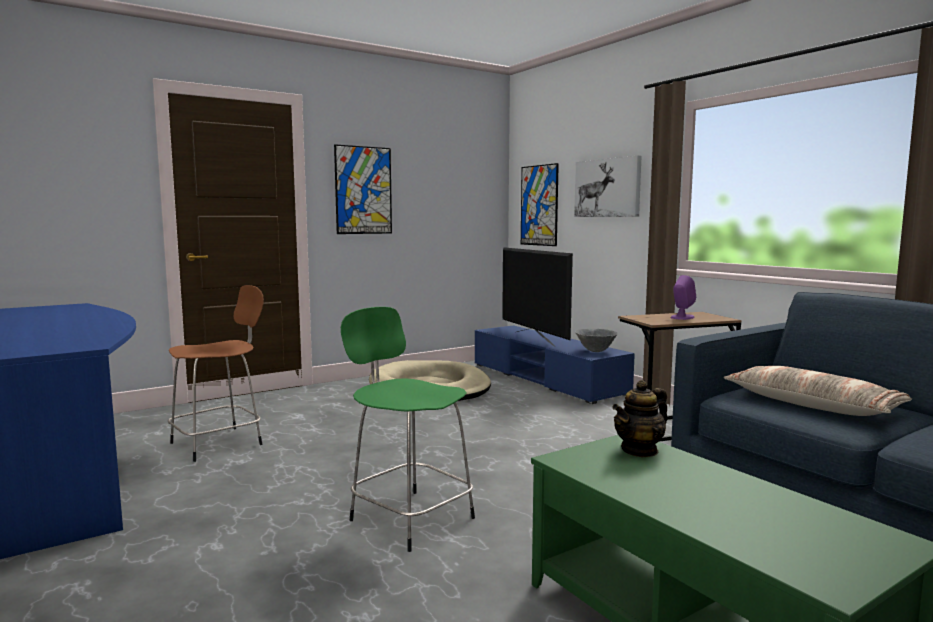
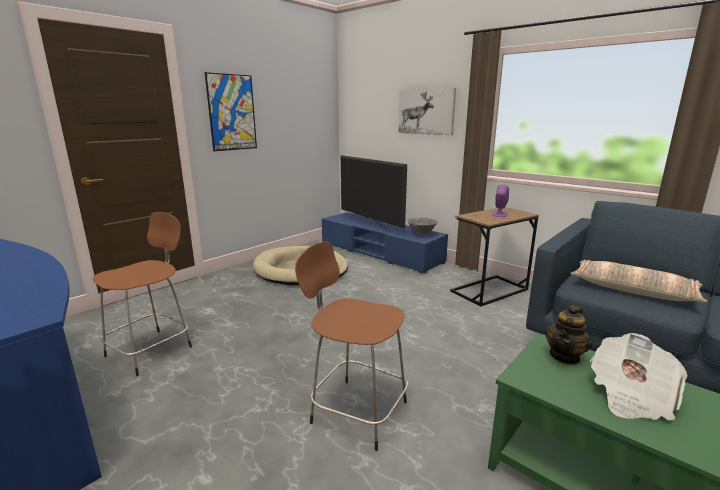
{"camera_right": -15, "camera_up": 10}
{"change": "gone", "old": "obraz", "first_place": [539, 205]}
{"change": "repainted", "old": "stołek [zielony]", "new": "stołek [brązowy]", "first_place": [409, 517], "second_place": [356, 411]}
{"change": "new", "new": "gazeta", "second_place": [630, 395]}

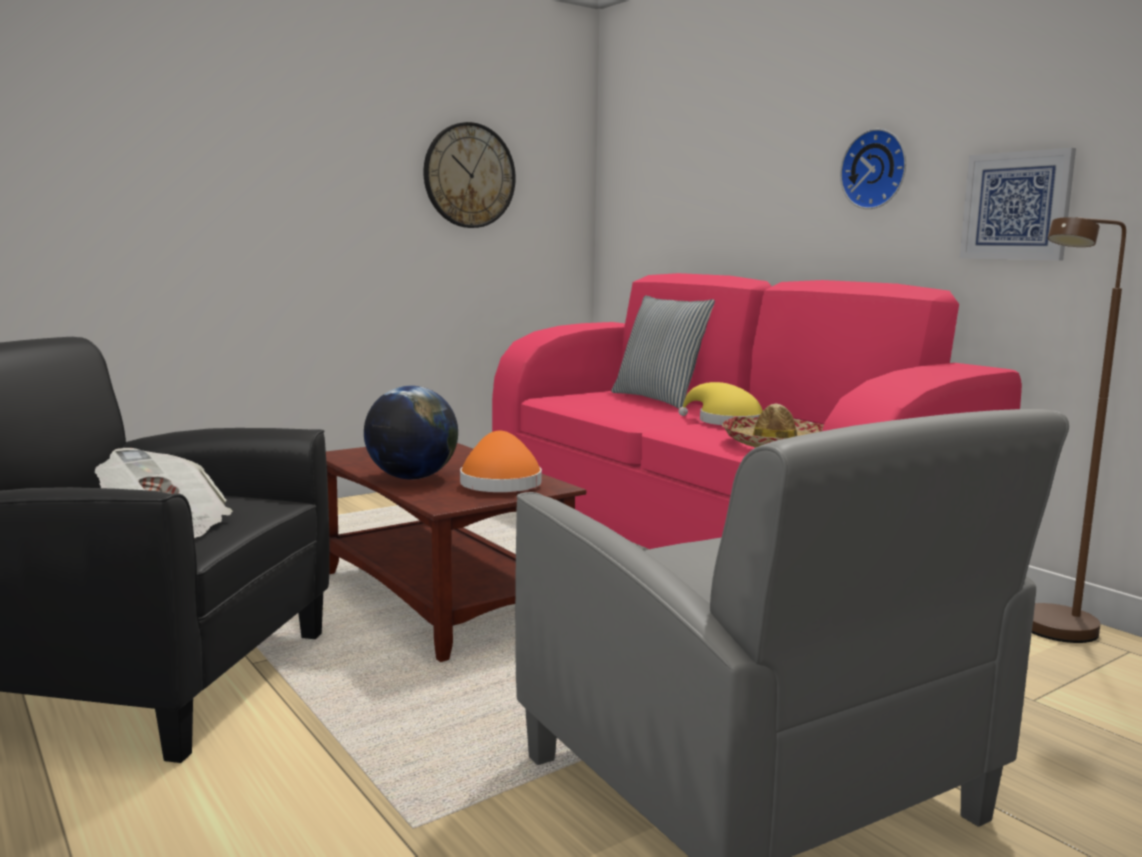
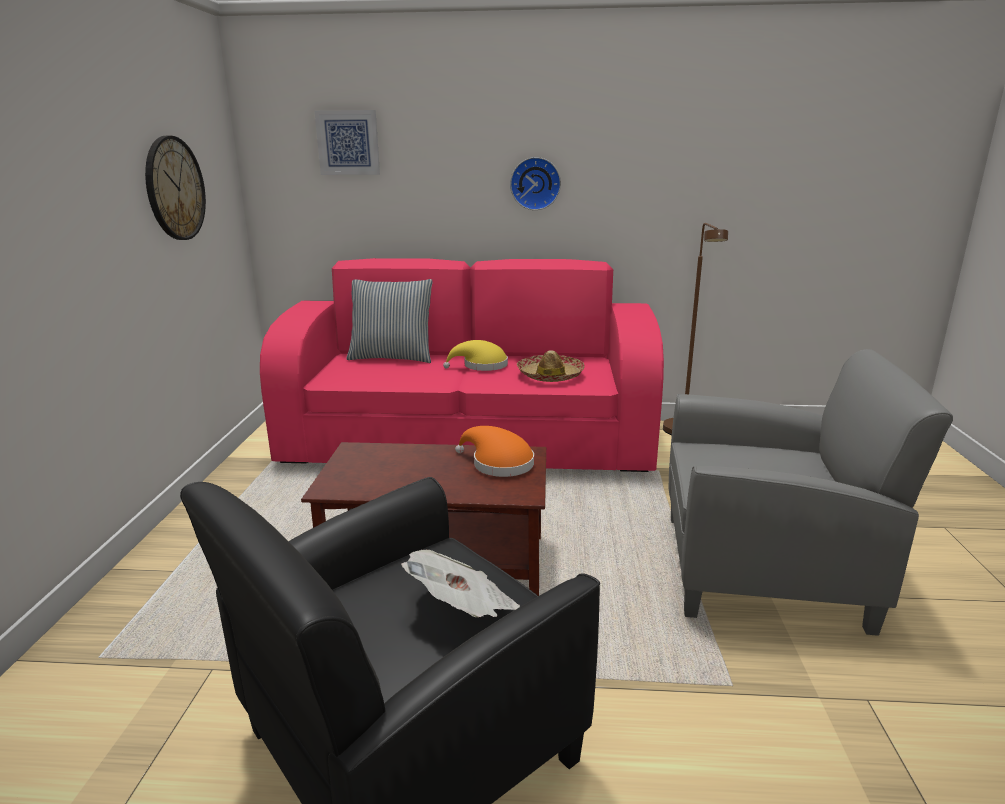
{"camera_right": -50, "camera_up": 10}
{"change": "shifted", "old": "obraz", "first_place": [1016, 206], "second_place": [348, 143]}
{"change": "gone", "old": "globus", "first_place": [412, 478]}

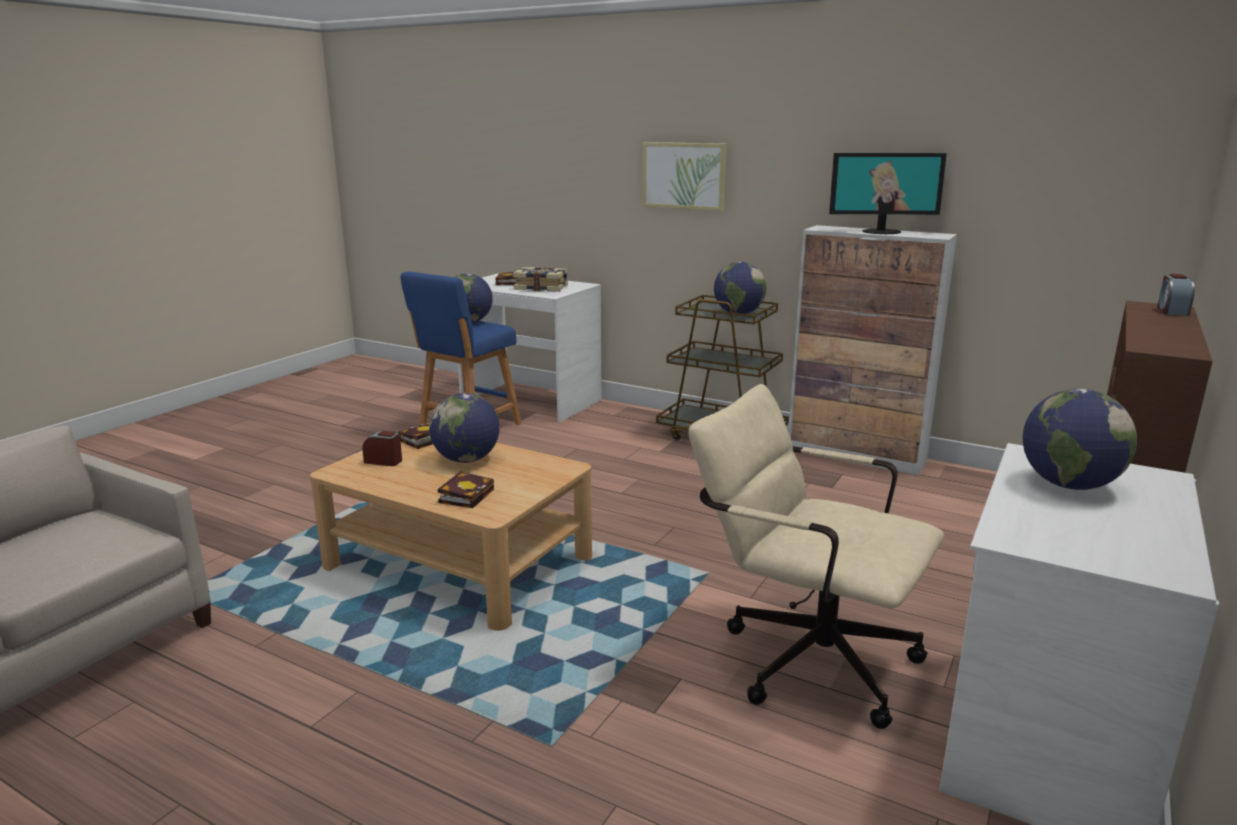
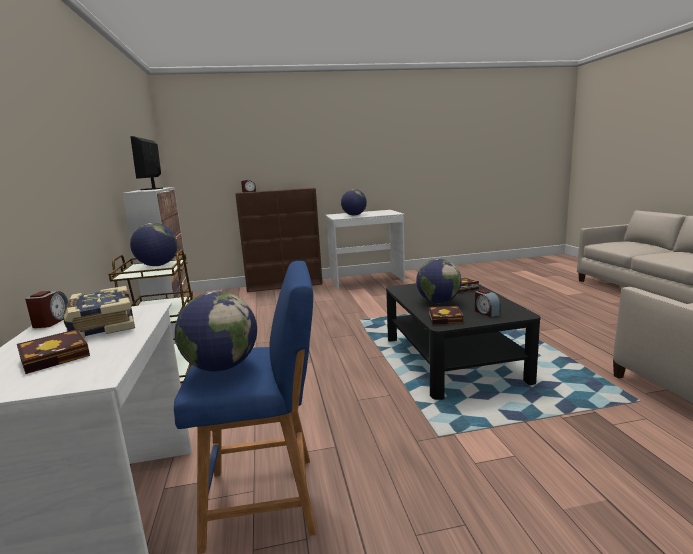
{"camera_right": -130, "camera_up": -5}
{"change": "gone", "old": "obraz", "first_place": [684, 175]}
{"change": "rotated", "old": "monitor", "first_place": [881, 232], "second_place": [152, 189], "degrees": -150}
{"change": "gone", "old": "krzesło biurowe [beżowy]", "first_place": [803, 656]}
{"change": "repainted", "old": "ława [beżowy]", "new": "ława [czarny]", "first_place": [458, 562], "second_place": [453, 359]}
{"change": "new", "new": "budzik", "second_place": [52, 321]}

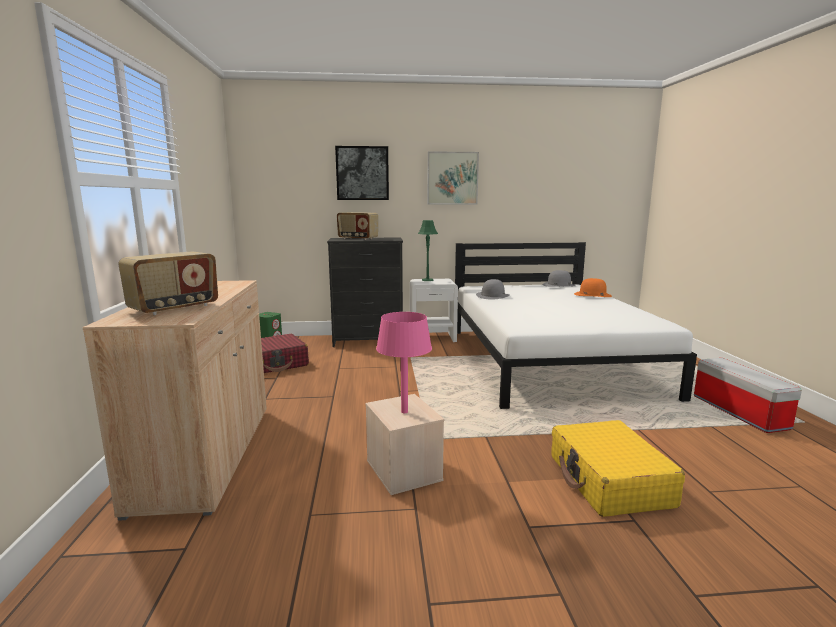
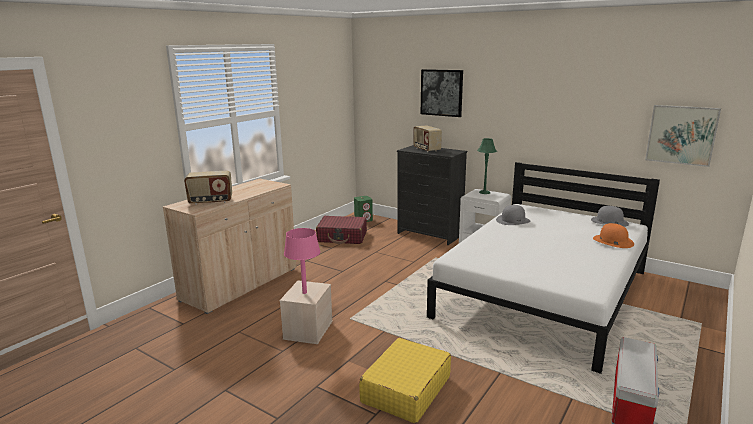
{"camera_right": 40, "camera_up": 5}
{"change": "shifted", "old": "obraz", "first_place": [452, 178], "second_place": [681, 135]}

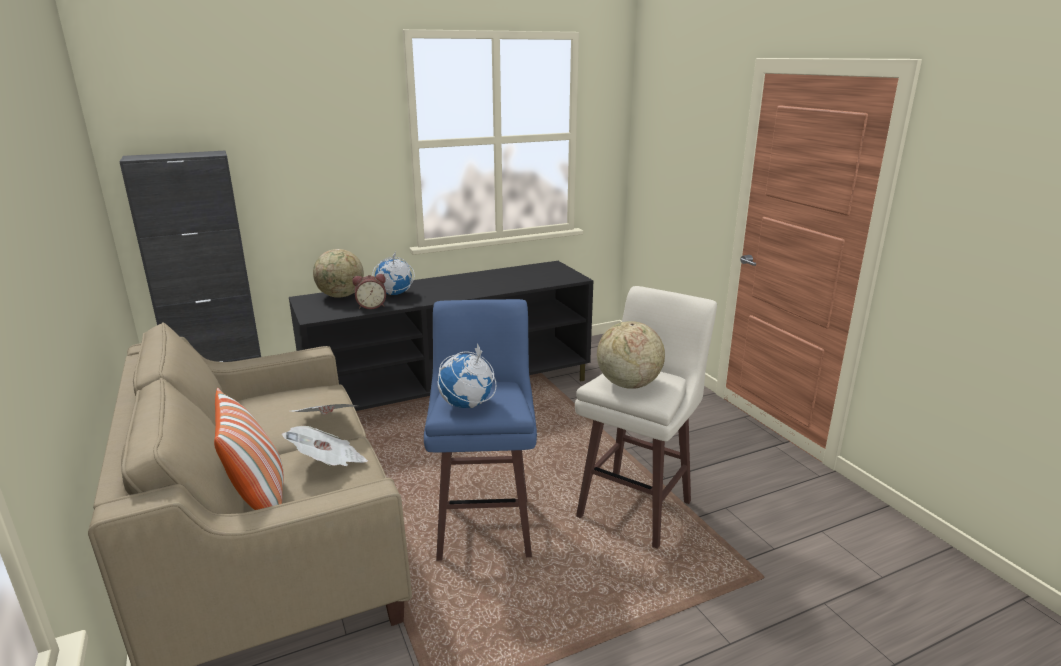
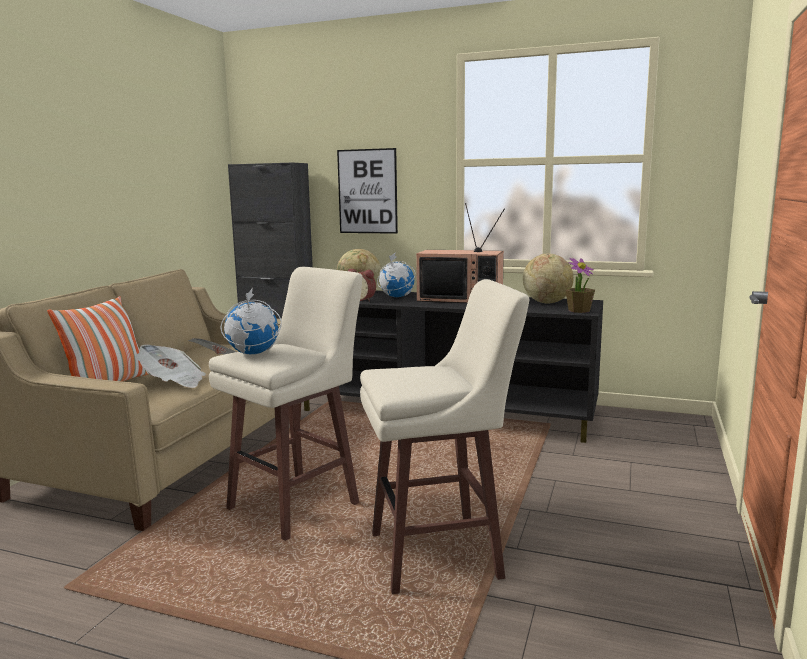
{"camera_right": 45, "camera_up": -10}
{"change": "repainted", "old": "stołek [niebieski]", "new": "stołek [beżowy]", "first_place": [485, 526], "second_place": [297, 505]}
{"change": "shifted", "old": "globus", "first_place": [628, 384], "second_place": [546, 302]}
{"change": "new", "new": "obraz", "second_place": [367, 191]}
{"change": "new", "new": "telewizor", "second_place": [461, 299]}
{"change": "new", "new": "roślina doniczkowa", "second_place": [579, 310]}

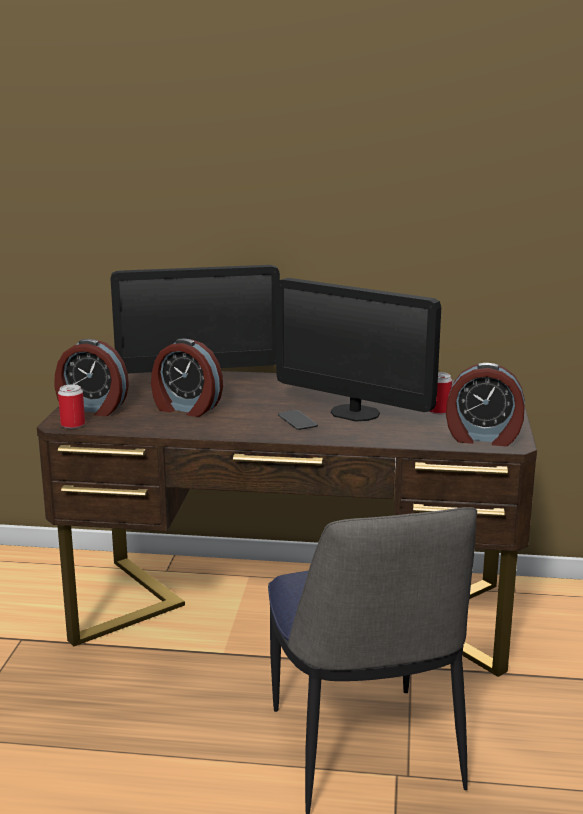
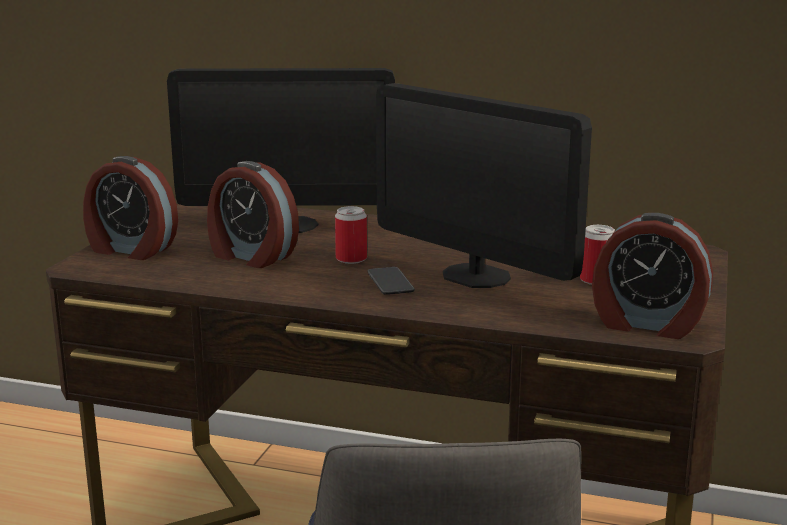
{"camera_right": 10, "camera_up": 0}
{"change": "shifted", "old": "puszka", "first_place": [73, 425], "second_place": [351, 259]}

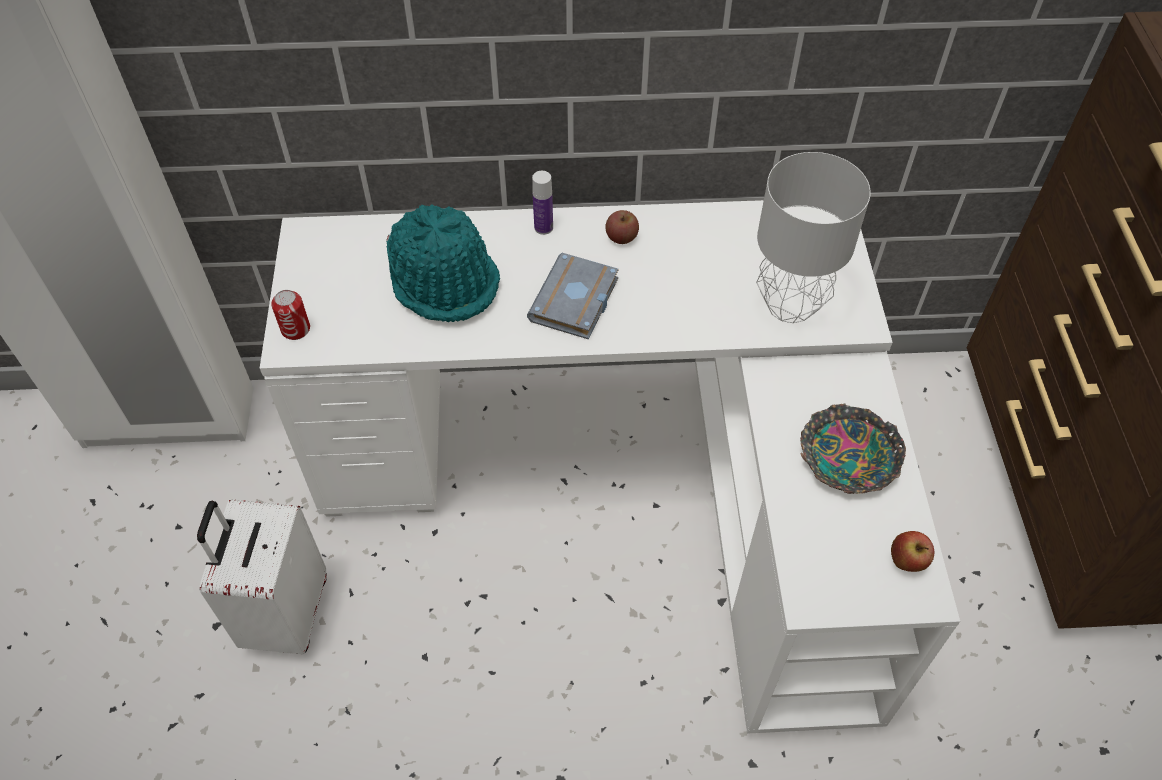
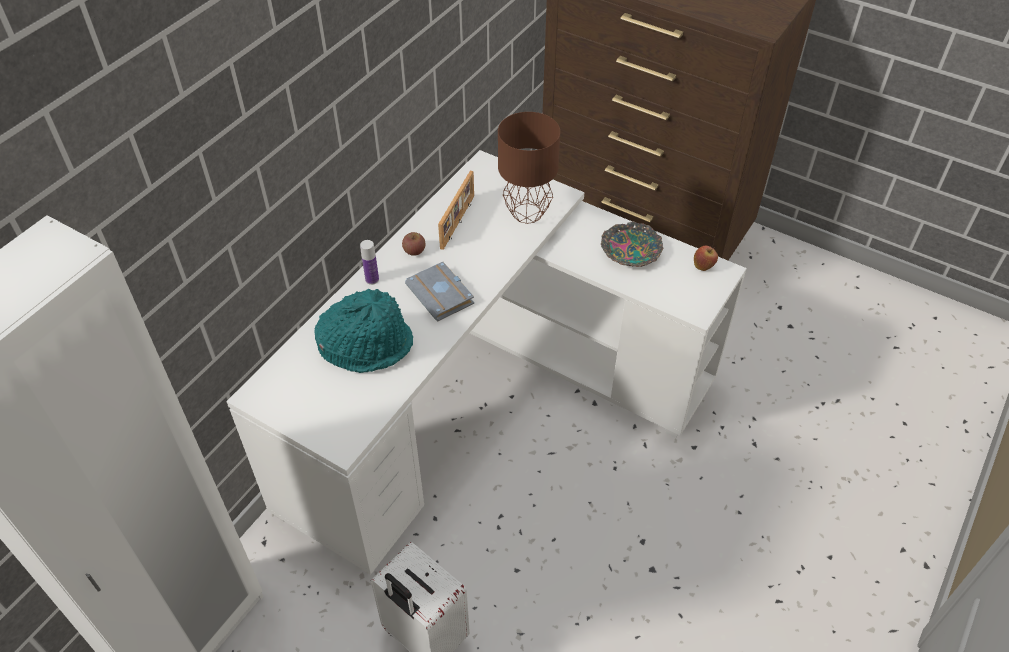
{"camera_right": -55, "camera_up": -5}
{"change": "repainted", "old": "lampa stołowa [szary]", "new": "lampa stołowa [brązowy]", "first_place": [792, 305], "second_place": [528, 213]}
{"change": "gone", "old": "puszka", "first_place": [295, 329]}
{"change": "new", "new": "ramka na zdjęcie", "second_place": [458, 222]}

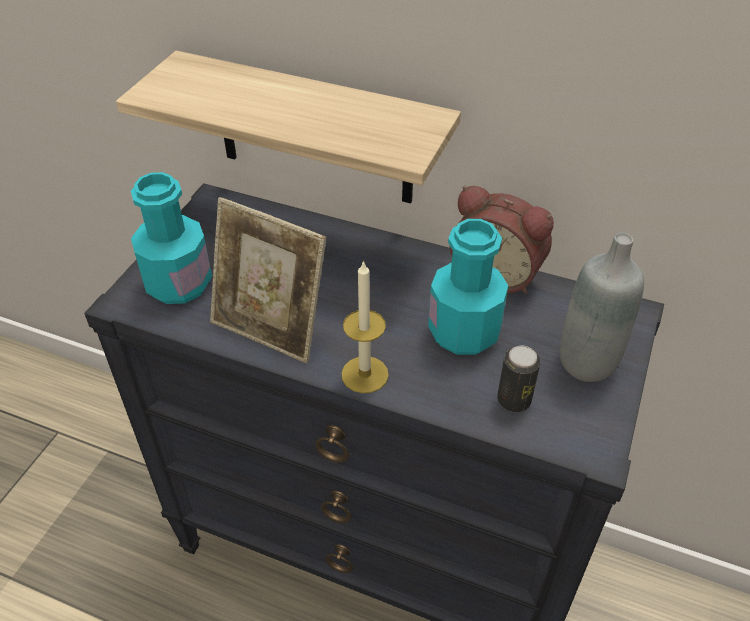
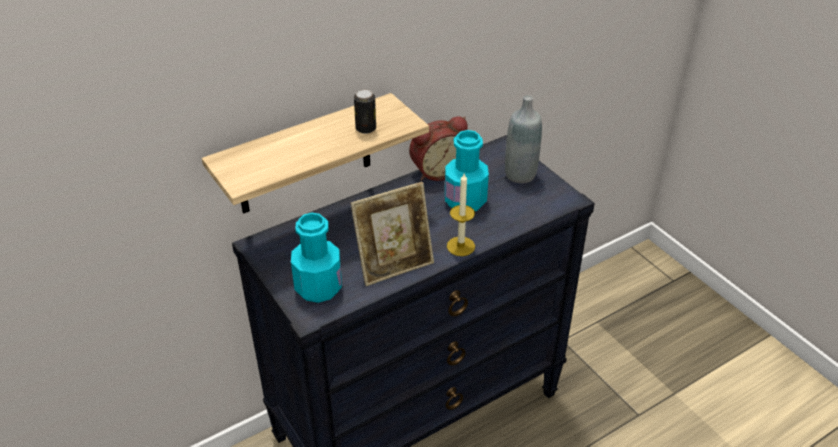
{"camera_right": -55, "camera_up": -5}
{"change": "shifted", "old": "puszka", "first_place": [514, 400], "second_place": [366, 128]}

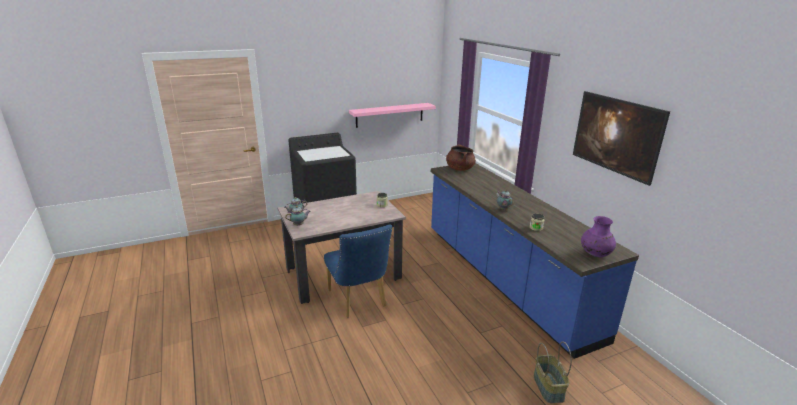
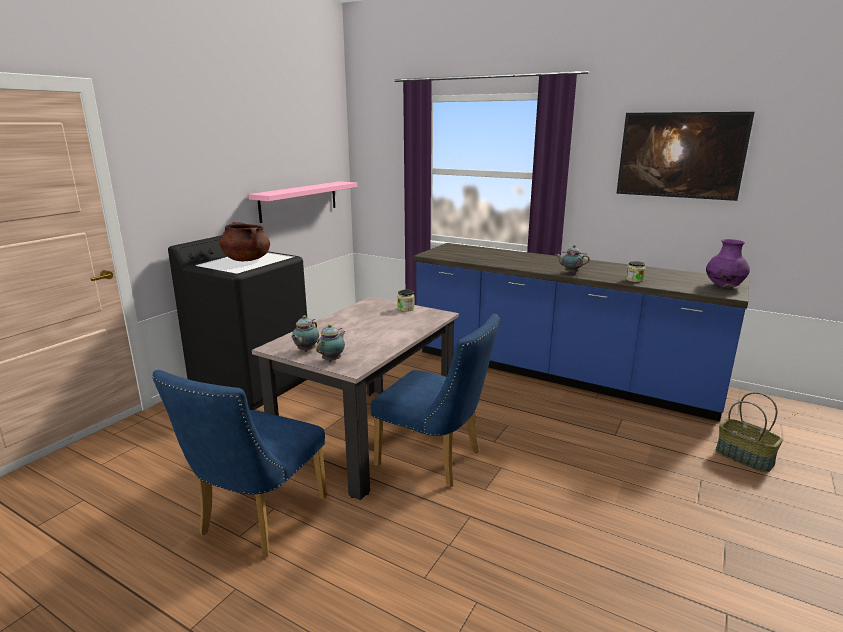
{"camera_right": -35, "camera_up": -5}
{"change": "shifted", "old": "garnek [brązowy]", "first_place": [459, 169], "second_place": [246, 260]}
{"change": "new", "new": "krzesło [niebieski]", "second_place": [257, 520]}

